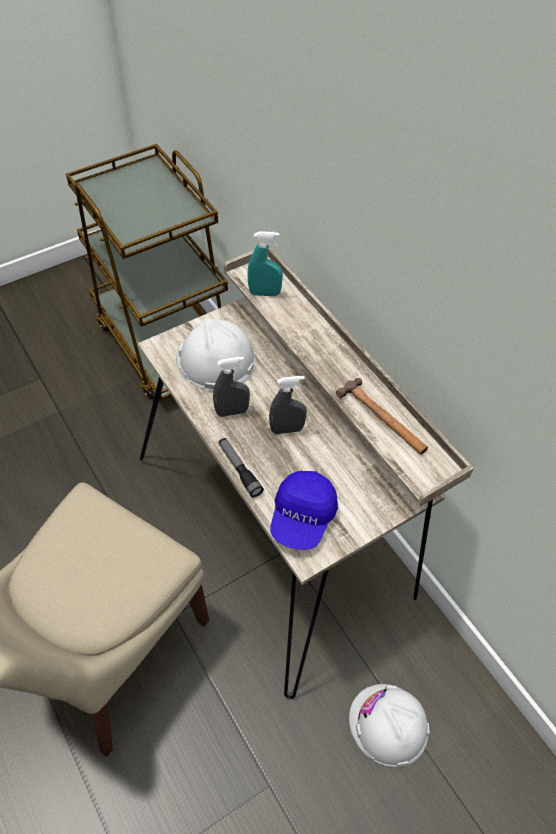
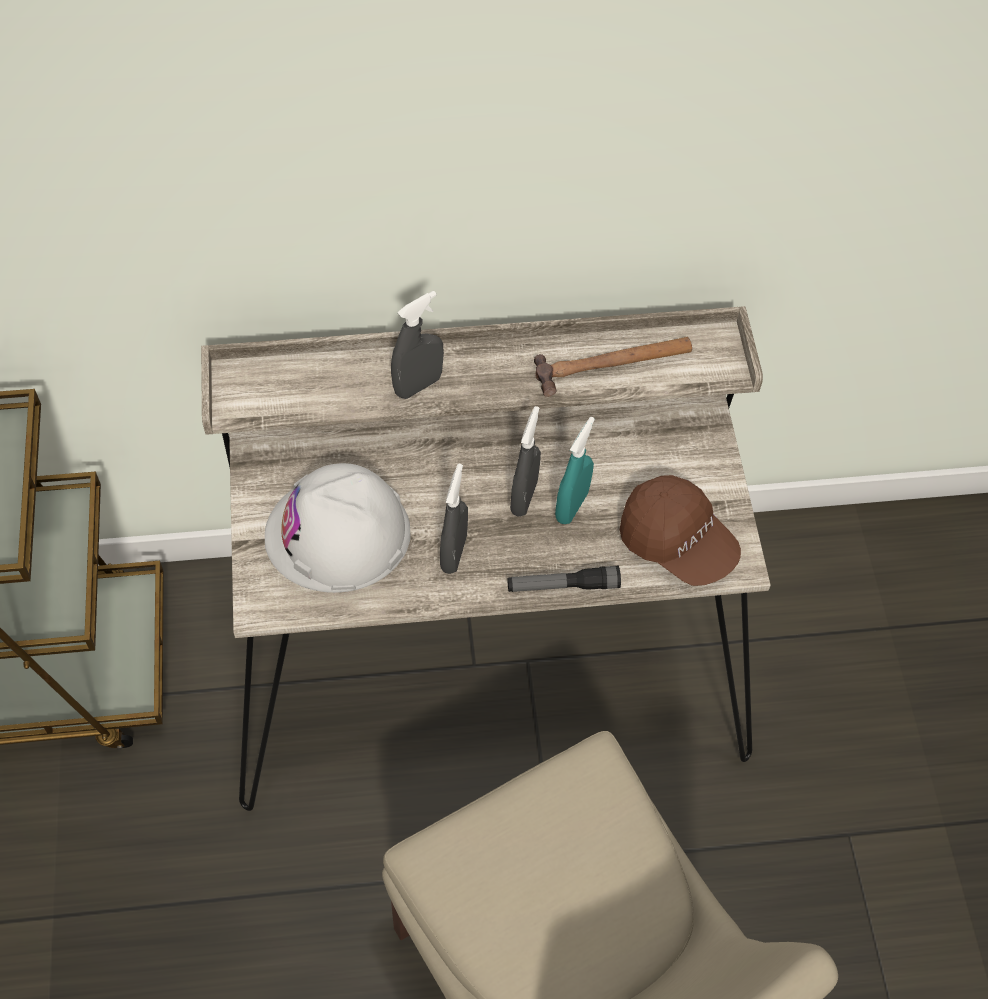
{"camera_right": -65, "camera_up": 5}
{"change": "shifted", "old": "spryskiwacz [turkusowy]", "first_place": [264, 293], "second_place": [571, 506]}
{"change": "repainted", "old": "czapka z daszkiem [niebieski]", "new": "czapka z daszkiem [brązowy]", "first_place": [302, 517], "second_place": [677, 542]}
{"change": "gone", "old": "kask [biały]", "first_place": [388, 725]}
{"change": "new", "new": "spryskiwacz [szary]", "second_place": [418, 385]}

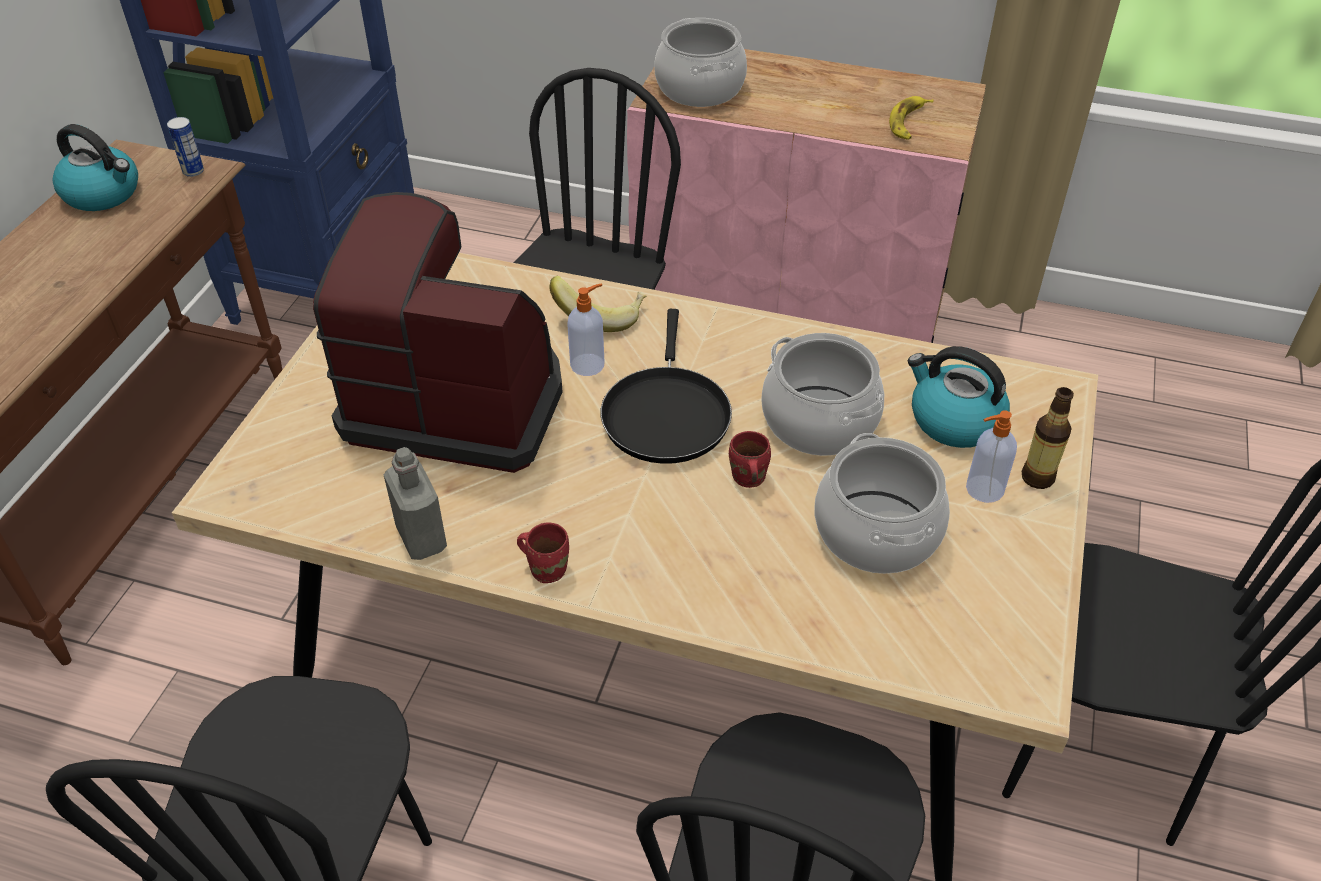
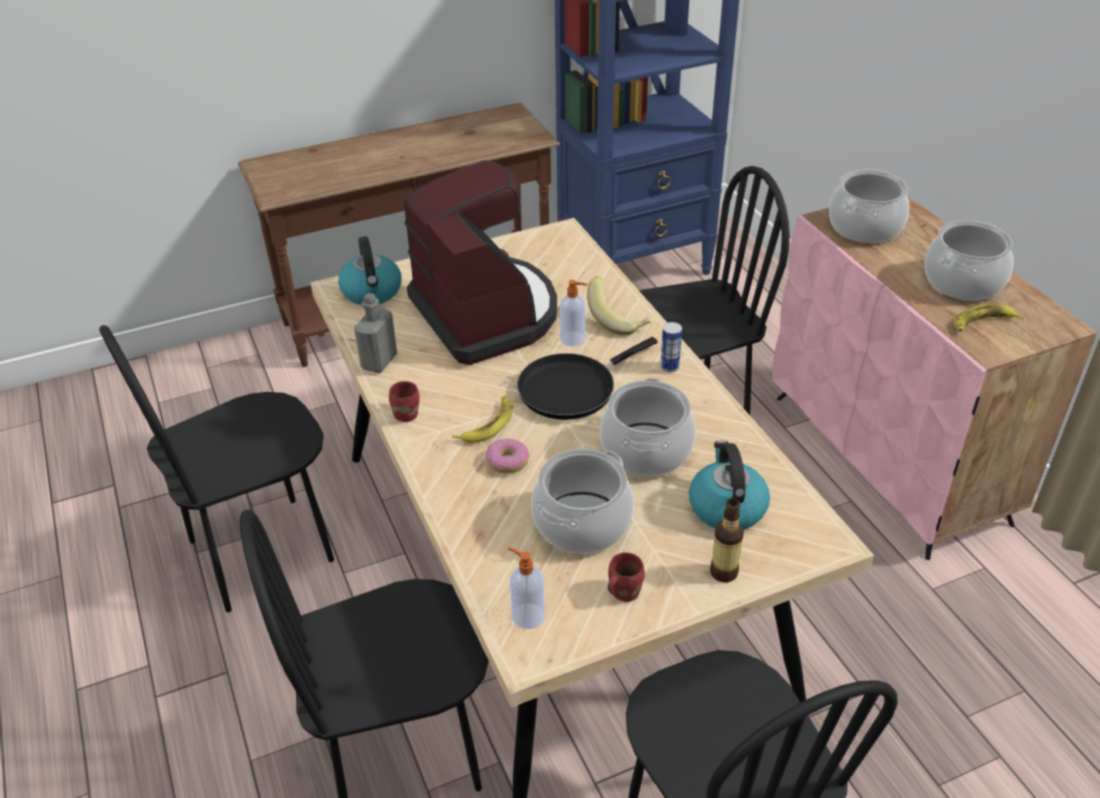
{"camera_right": 50, "camera_up": -5}
{"change": "shifted", "old": "puszka", "first_place": [193, 171], "second_place": [669, 367]}
{"change": "shifted", "old": "czajnik", "first_place": [103, 193], "second_place": [372, 292]}
{"change": "shifted", "old": "dozownik mydła", "first_place": [983, 489], "second_place": [527, 615]}
{"change": "shifted", "old": "kubek [czerwony]", "first_place": [746, 479], "second_place": [622, 592]}
{"change": "new", "new": "garnek", "second_place": [962, 281]}
{"change": "new", "new": "banan", "second_place": [488, 424]}
{"change": "new", "new": "donut", "second_place": [507, 462]}

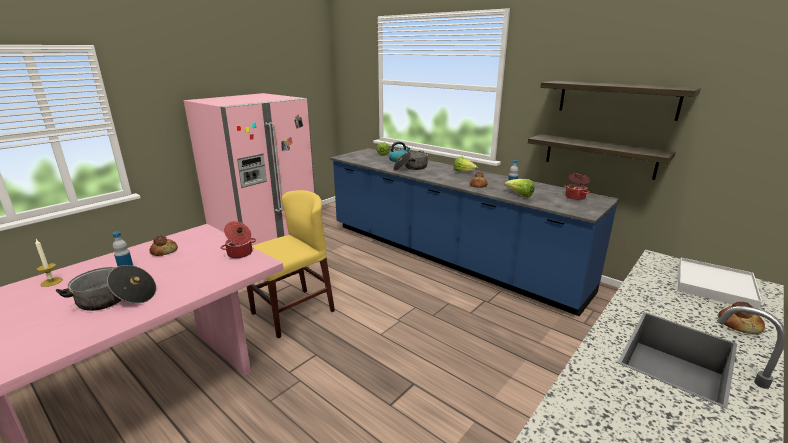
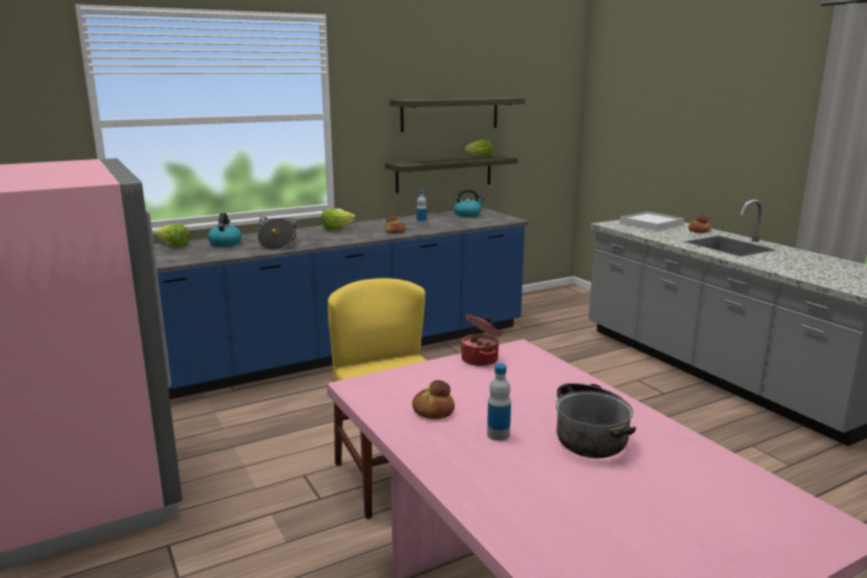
{"camera_right": -70, "camera_up": -5}
{"change": "swapped", "old": "garnek", "new": "czajnik", "first_place": [575, 197], "second_place": [467, 214]}
{"change": "shifted", "old": "sałata", "first_place": [520, 195], "second_place": [479, 157]}
{"change": "gone", "old": "świeca", "first_place": [51, 282]}

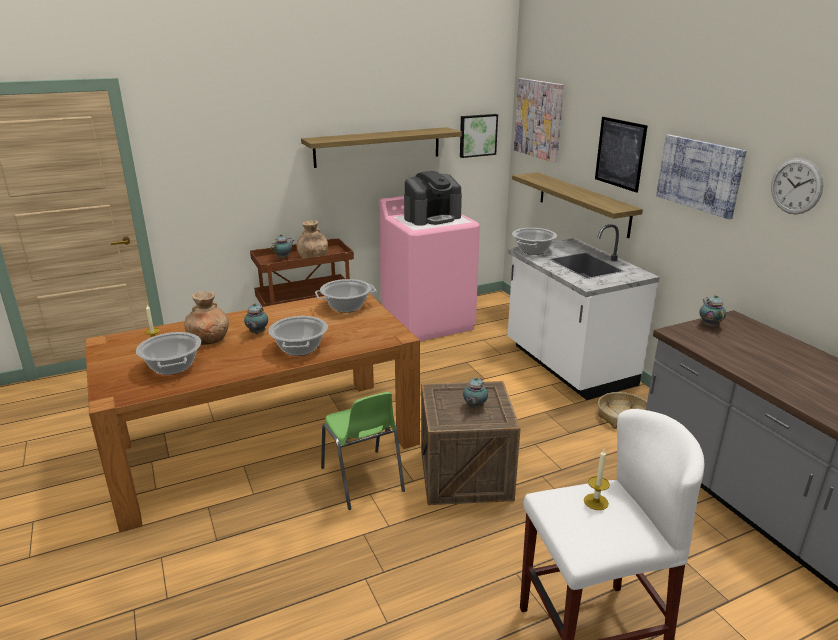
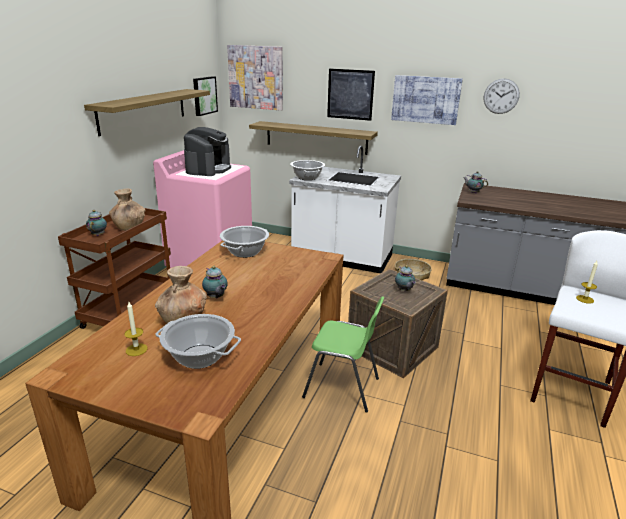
{"camera_right": -45, "camera_up": 0}
{"change": "gone", "old": "garnek", "first_place": [300, 348]}

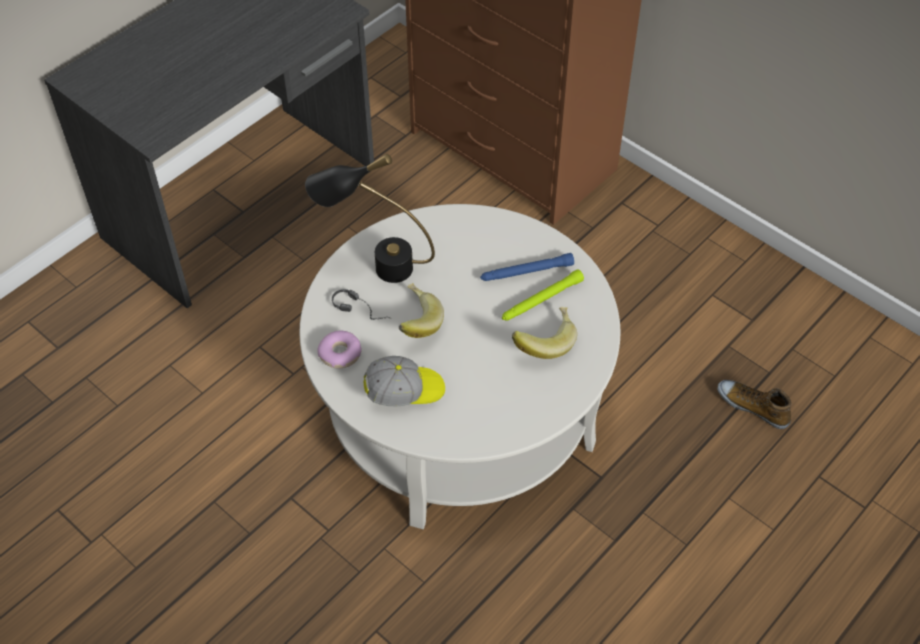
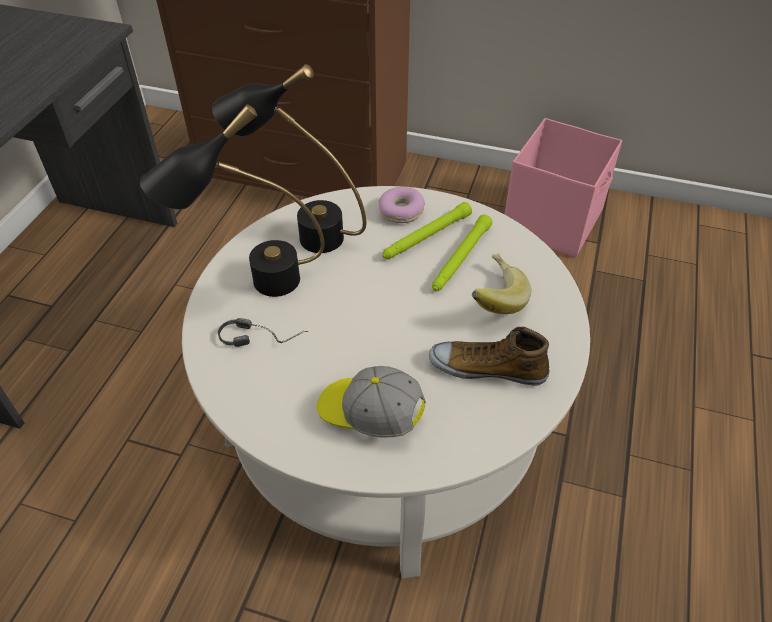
{"camera_right": -25, "camera_up": -5}
{"change": "repainted", "old": "latarka [niebieski]", "new": "latarka [zielony]", "first_place": [526, 272], "second_place": [426, 237]}
{"change": "gone", "old": "banan", "first_place": [415, 322]}
{"change": "shifted", "old": "donut", "first_place": [340, 354], "second_place": [401, 211]}
{"change": "rotated", "old": "czapka z daszkiem", "first_place": [405, 391], "second_place": [369, 414], "degrees": -120}
{"change": "shifted", "old": "but", "first_place": [753, 406], "second_place": [487, 368]}
{"change": "new", "new": "lampa stołowa [czarny]", "second_place": [301, 233]}
{"change": "new", "new": "pojemnik do przechowywania [różowy]", "second_place": [553, 221]}

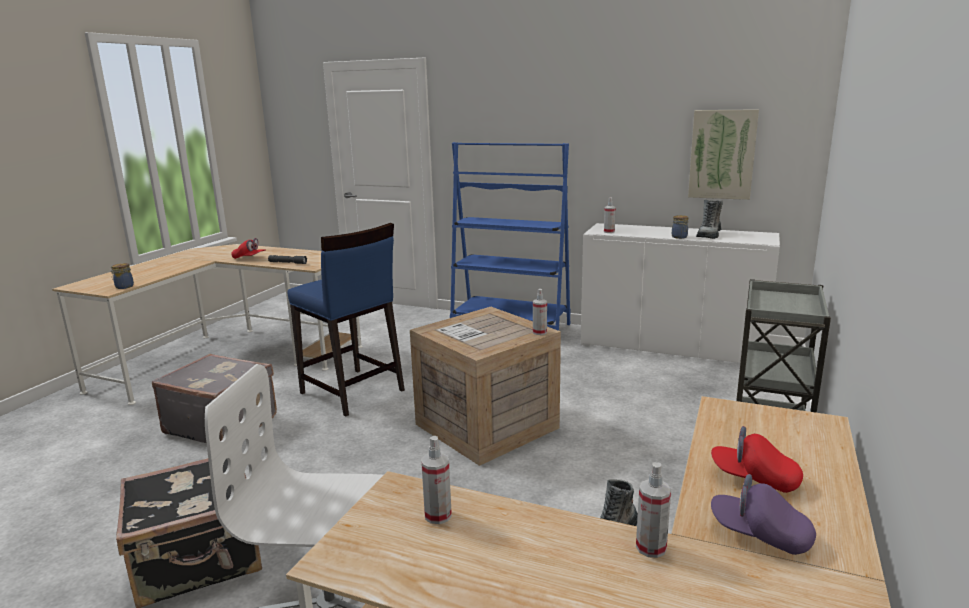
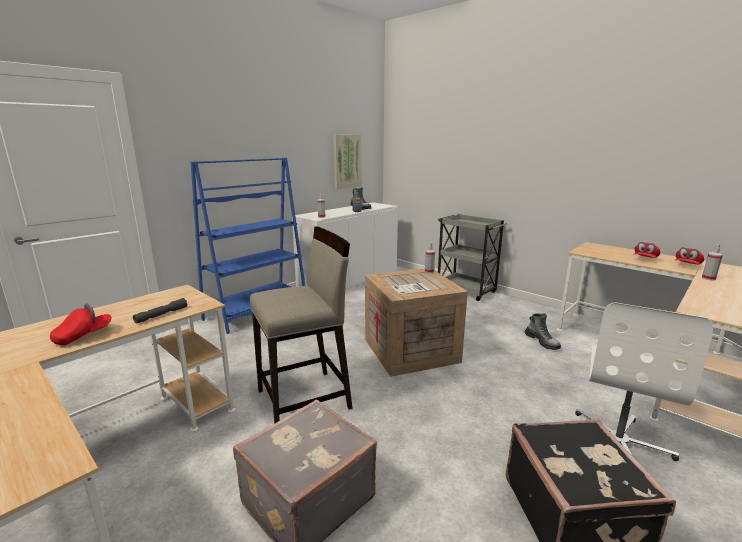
{"camera_right": -70, "camera_up": 0}
{"change": "repainted", "old": "stołek [niebieski]", "new": "stołek [beżowy]", "first_place": [352, 392], "second_place": [305, 399]}
{"change": "gone", "old": "słoik", "first_place": [123, 287]}
{"change": "gone", "old": "spryskiwacz", "first_place": [438, 515]}
{"change": "repainted", "old": "czapka z daszkiem [fioletowy]", "new": "czapka z daszkiem [czerwony]", "first_place": [759, 535], "second_place": [687, 266]}

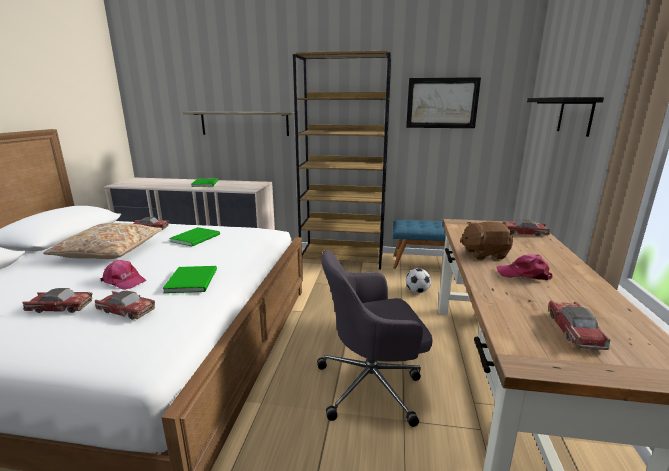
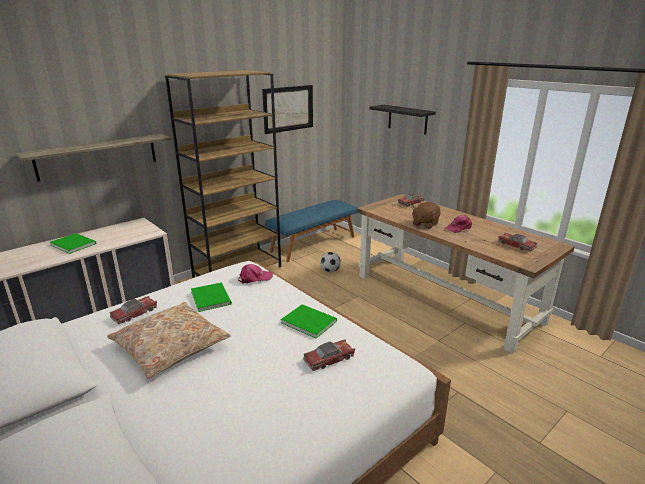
{"camera_right": -50, "camera_up": 5}
{"change": "gone", "old": "krzesło biurowe [szary]", "first_place": [372, 385]}
{"change": "shifted", "old": "czapka z daszkiem [różowy]", "first_place": [124, 281], "second_place": [254, 278]}
{"change": "gone", "old": "samochodzik", "first_place": [60, 307]}

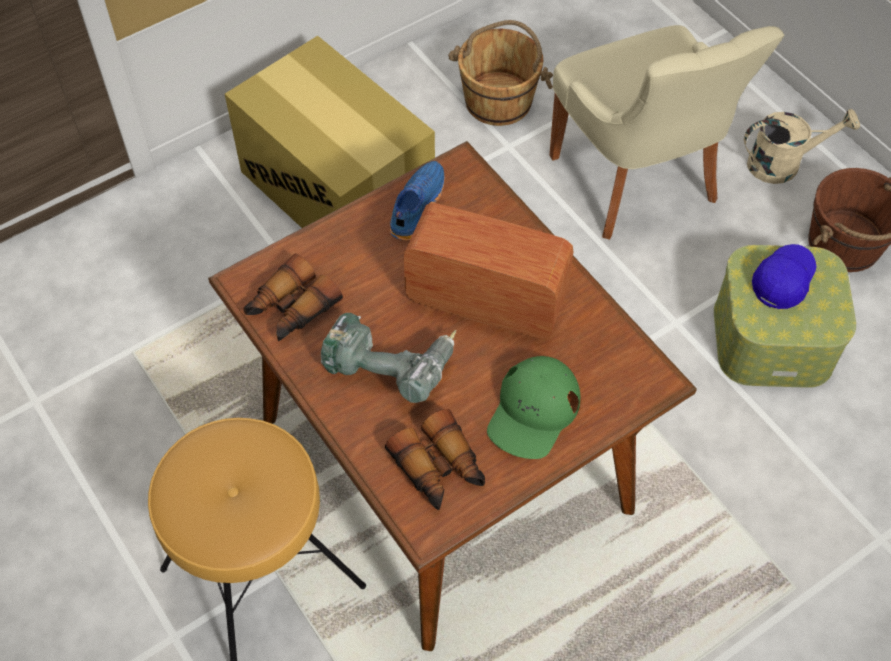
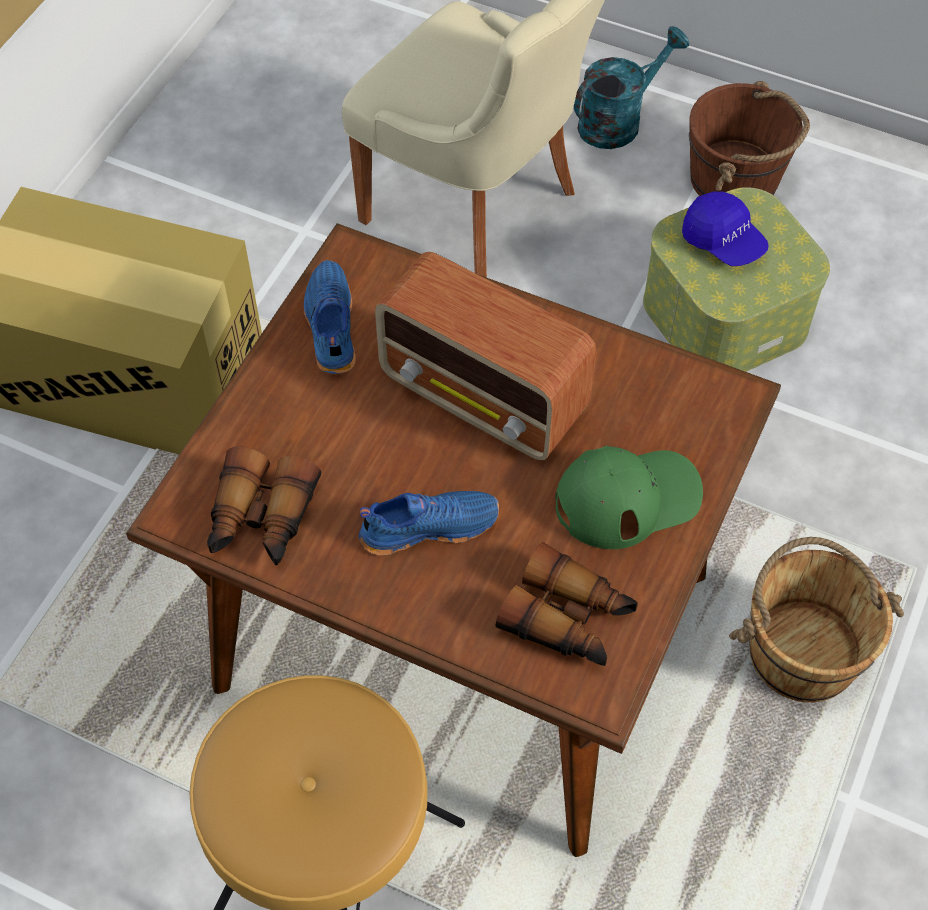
{"camera_right": -30, "camera_up": 0}
{"change": "shifted", "old": "wiadro [brązowy]", "first_place": [499, 100], "second_place": [802, 651]}
{"change": "repainted", "old": "konewka [beżowy]", "new": "konewka [turkusowy]", "first_place": [783, 163], "second_place": [618, 120]}
{"change": "rotated", "old": "radio", "first_place": [484, 299], "second_place": [485, 397], "degrees": -135}
{"change": "rotated", "old": "czapka z daszkiem [niebieski]", "first_place": [782, 281], "second_place": [723, 242], "degrees": 135}
{"change": "swapped", "old": "wiertarka", "new": "but [niebieski]", "first_place": [391, 364], "second_place": [428, 526]}
{"change": "rotated", "old": "czapka z daszkiem [zielony]", "first_place": [533, 411], "second_place": [627, 498], "degrees": -105}

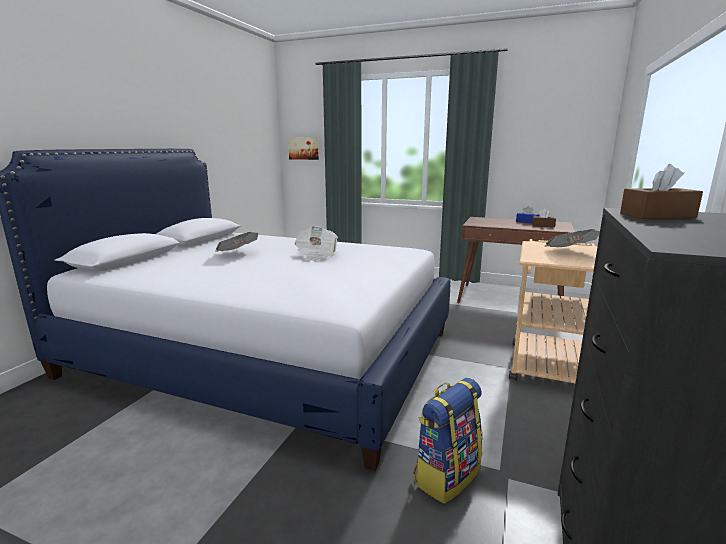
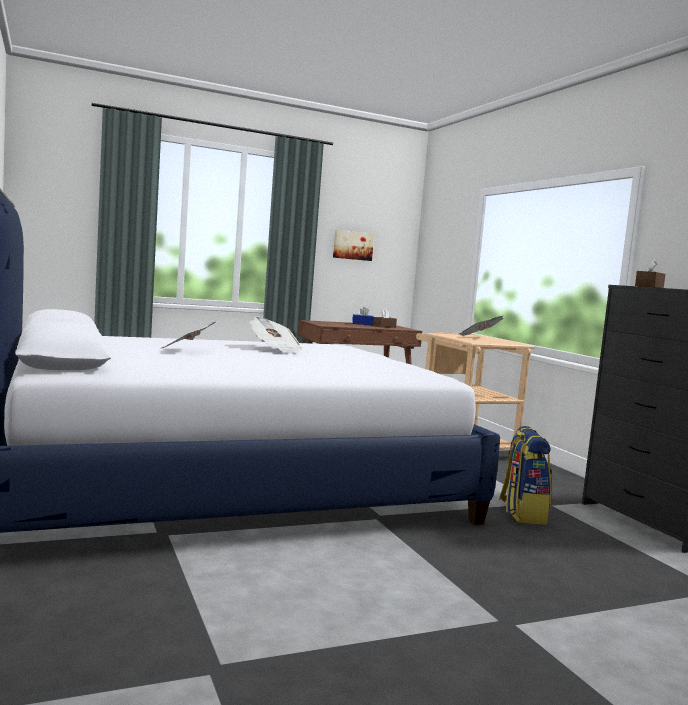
{"camera_right": -45, "camera_up": -10}
{"change": "shifted", "old": "obraz", "first_place": [304, 148], "second_place": [352, 245]}

